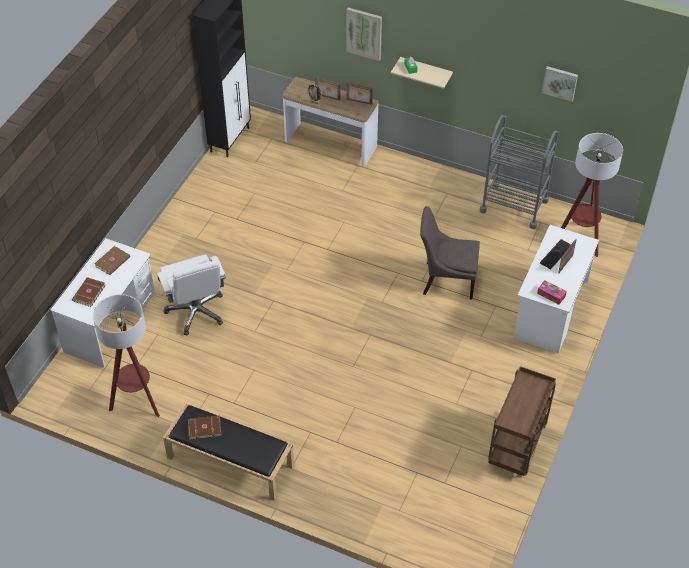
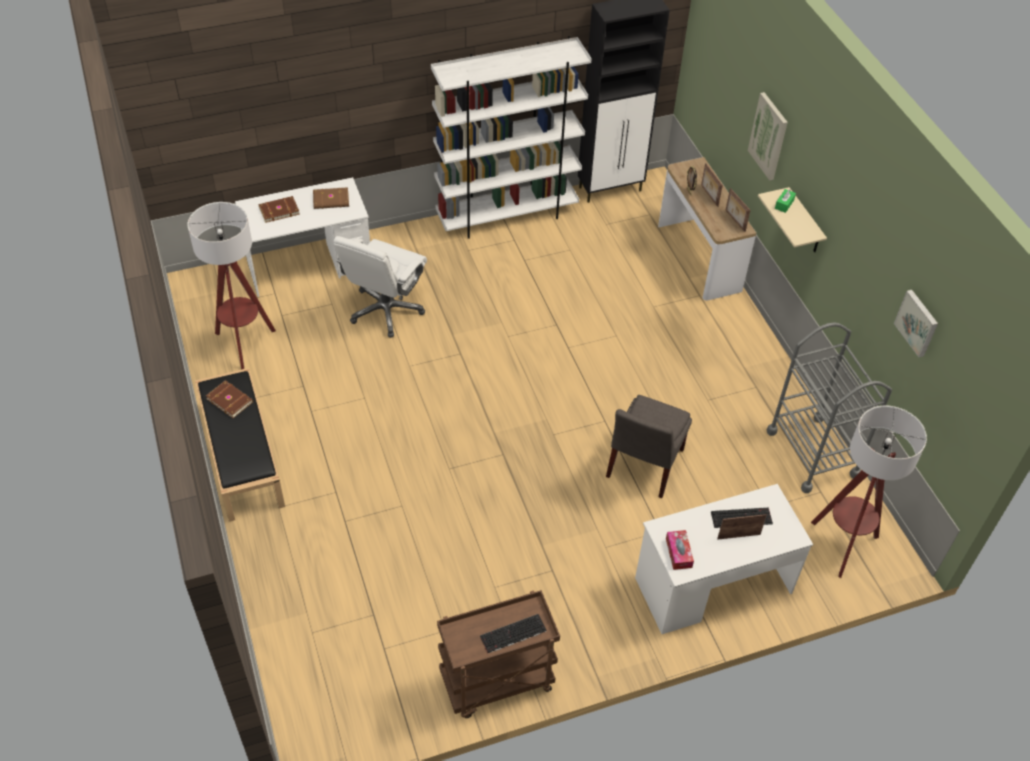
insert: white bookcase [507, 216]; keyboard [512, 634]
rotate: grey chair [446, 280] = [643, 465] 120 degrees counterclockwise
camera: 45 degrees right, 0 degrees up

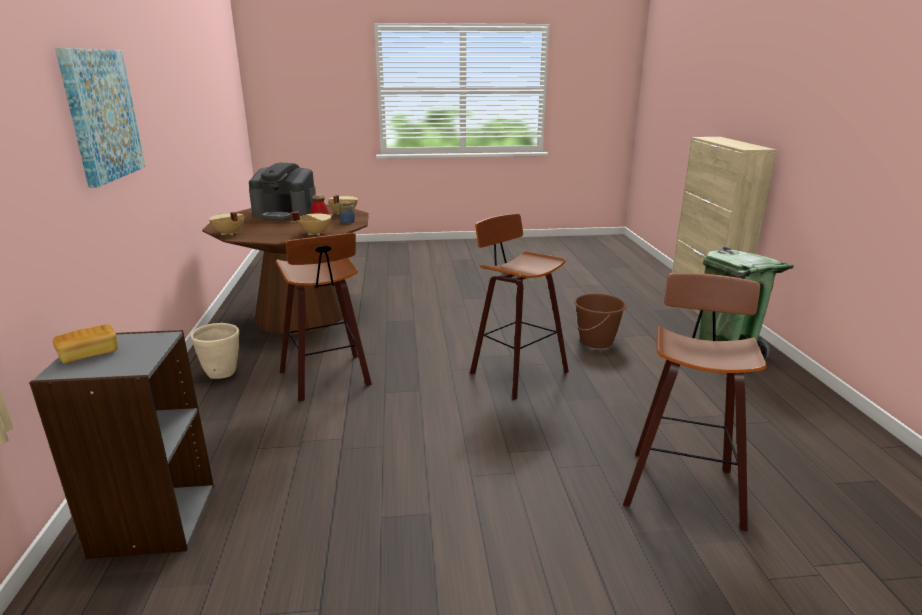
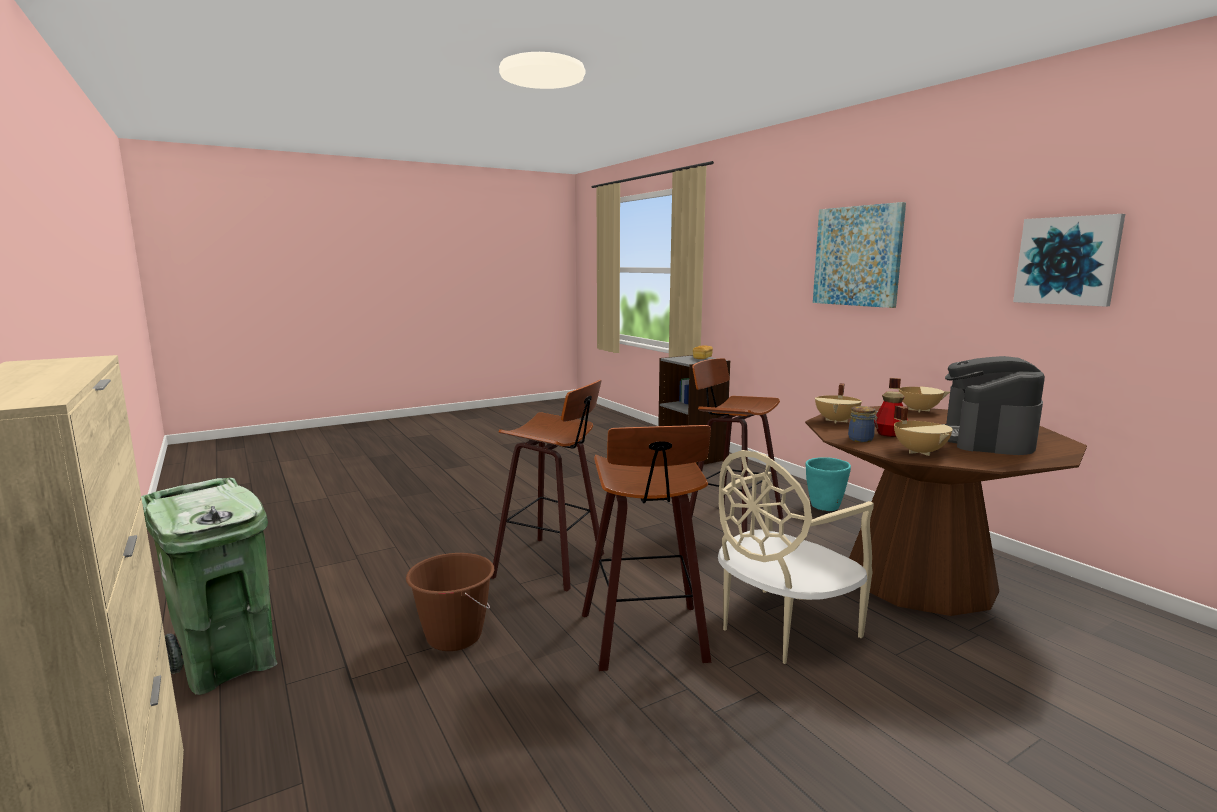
insert: beige chair [781, 628]; picture [1067, 260]
move: stool [681, 485] to [647, 639]
recolor: beige planter [222, 374] to turquoise planter [824, 507]
rotate: coffee machine [286, 214] = [985, 440] 60 degrees counterclockwise
camera: 155 degrees right, 10 degrees down

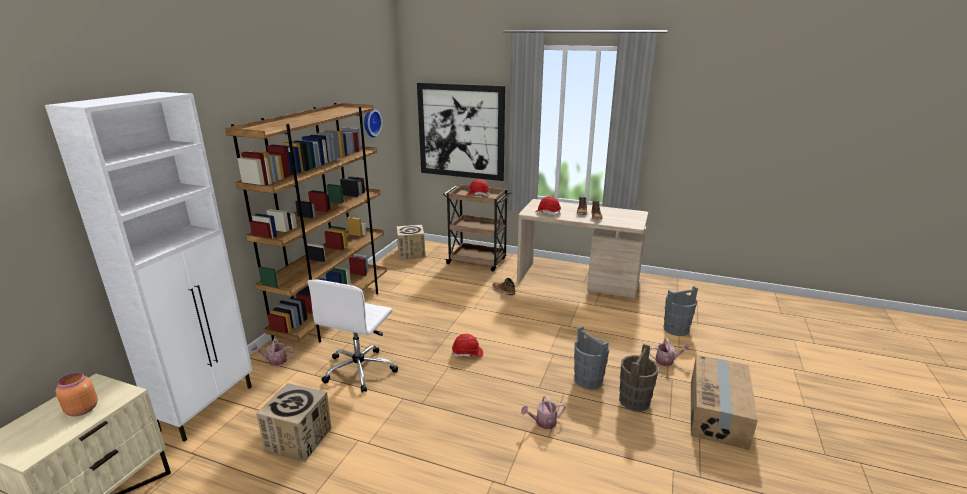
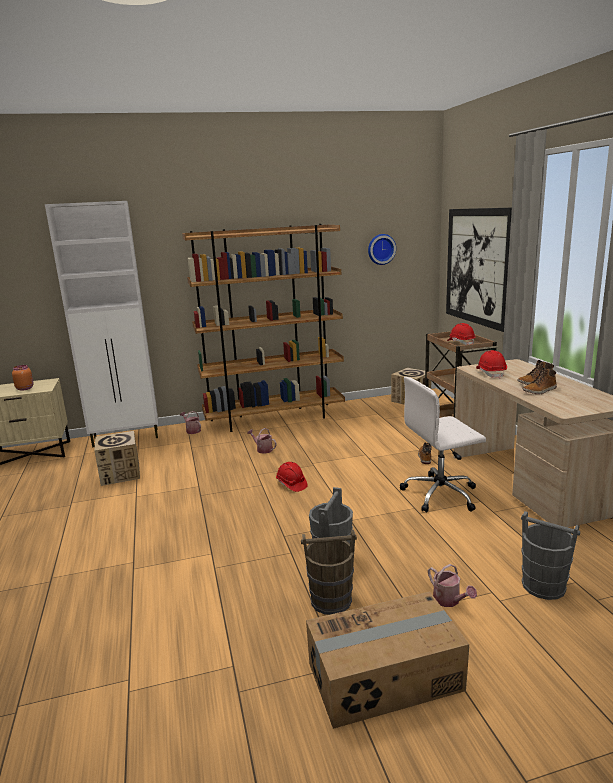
move: white office chair [360, 369] to [441, 494]; watering can [543, 422] to [262, 449]
camera: 55 degrees right, 5 degrees down

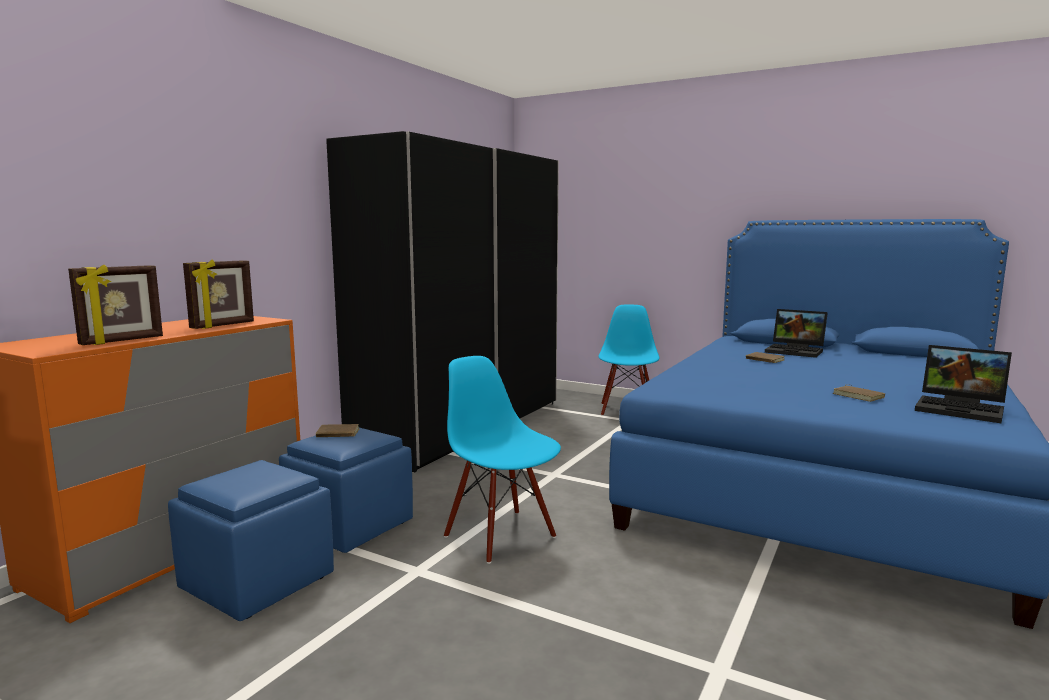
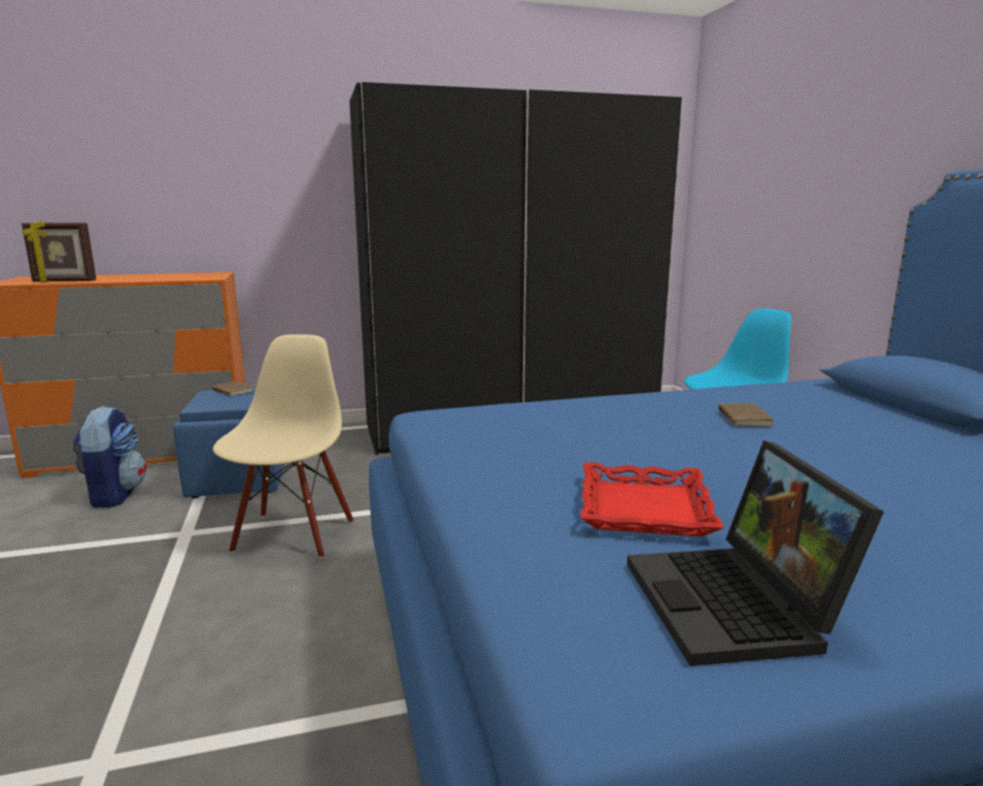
delete: picture frame [223, 325]; laptop [796, 351]
replace: blue ottoman [255, 582] to backpack [114, 495]; brown book [859, 396] to red tray [645, 509]
recolor: blue chair [501, 536] to beige chair [292, 535]
camera: 45 degrees right, 5 degrees up

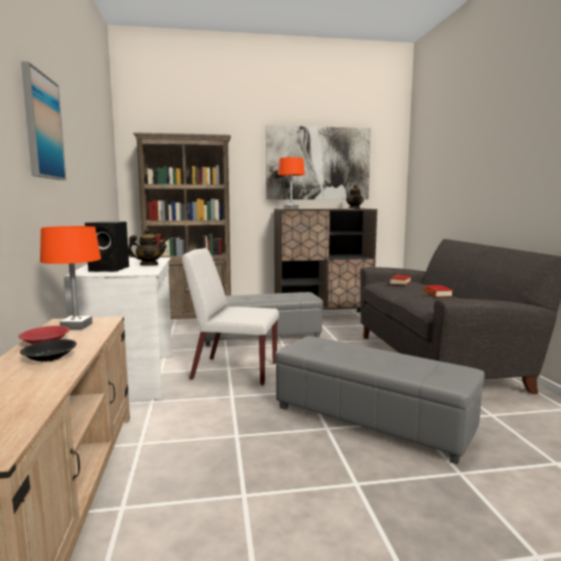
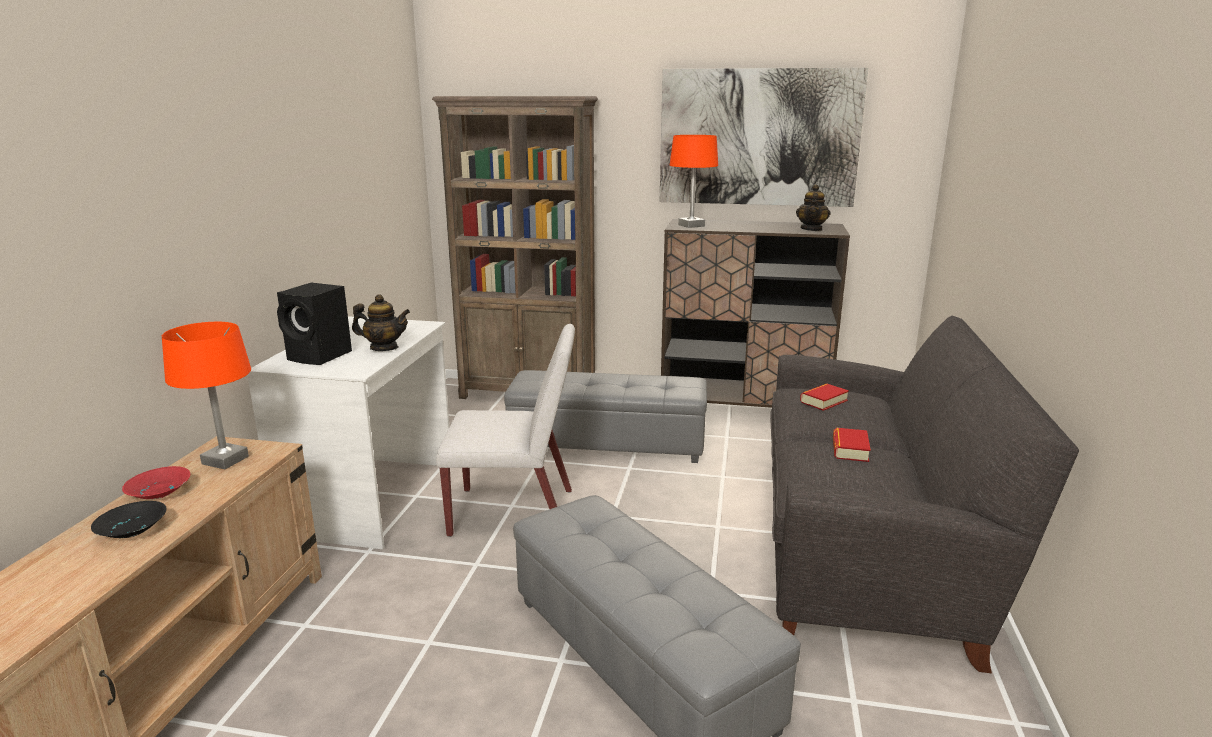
delete: picture [42, 127]
rotate: white chair [233, 371] = [514, 512] 150 degrees clockwise
camera: 20 degrees right, 10 degrees up

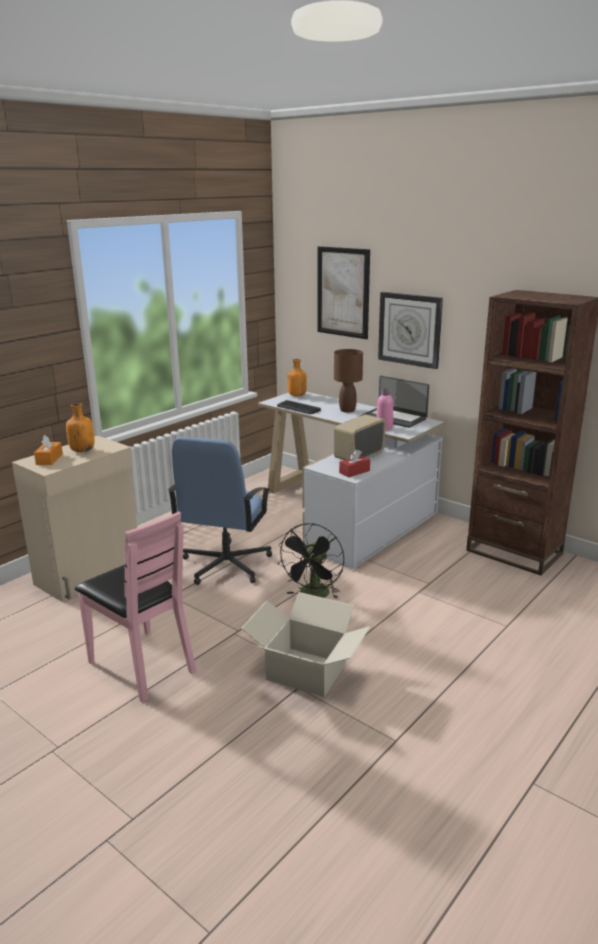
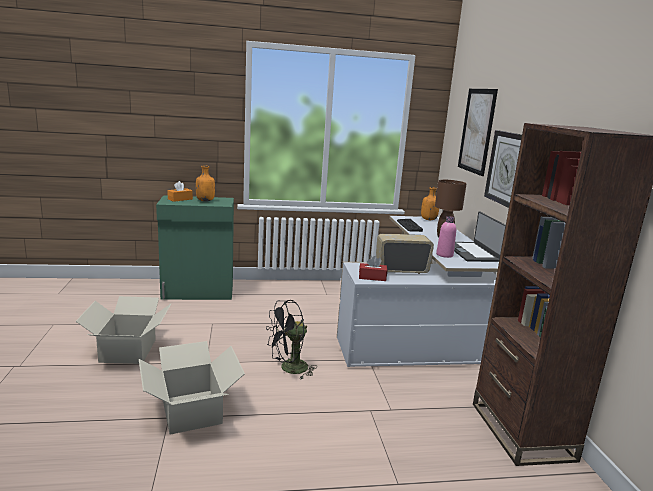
delete: blue office chair [225, 565]
replace: pink chair [142, 665] to cardboard box [127, 350]
recolor: beige cabinet [90, 574] to green cabinet [198, 292]
camera: 40 degrees right, 5 degrees down

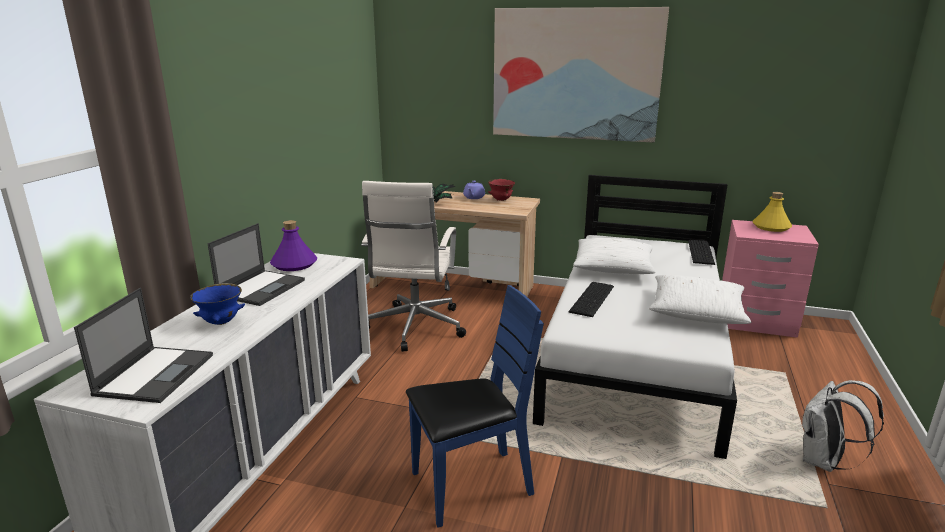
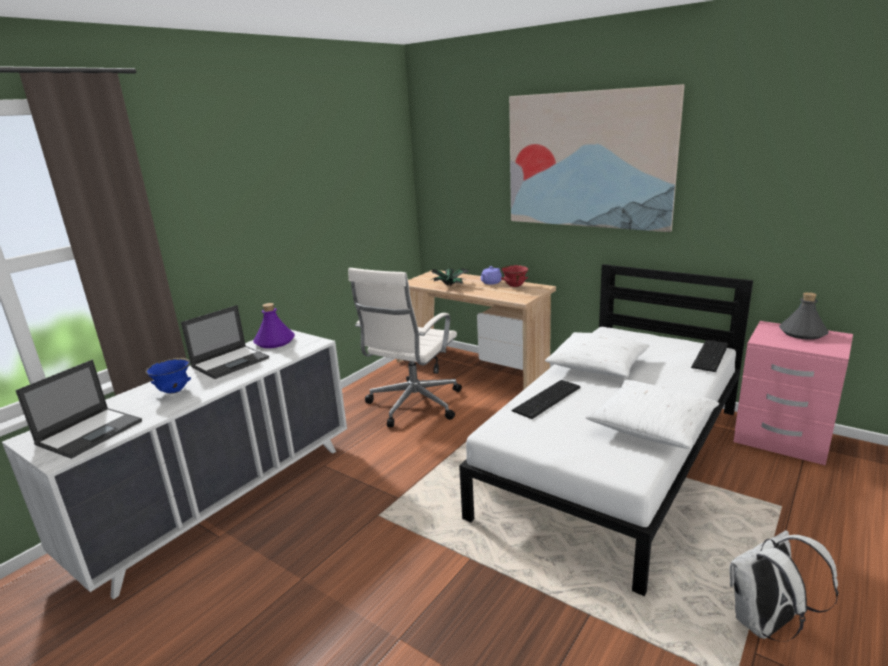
delete: blue chair [471, 485]
recolor: yellow bottle [771, 227] to grey bottle [802, 333]
camera: 20 degrees right, 0 degrees up

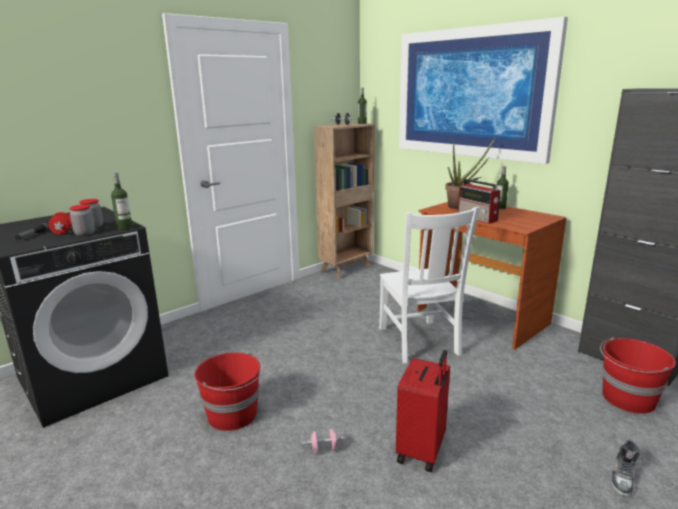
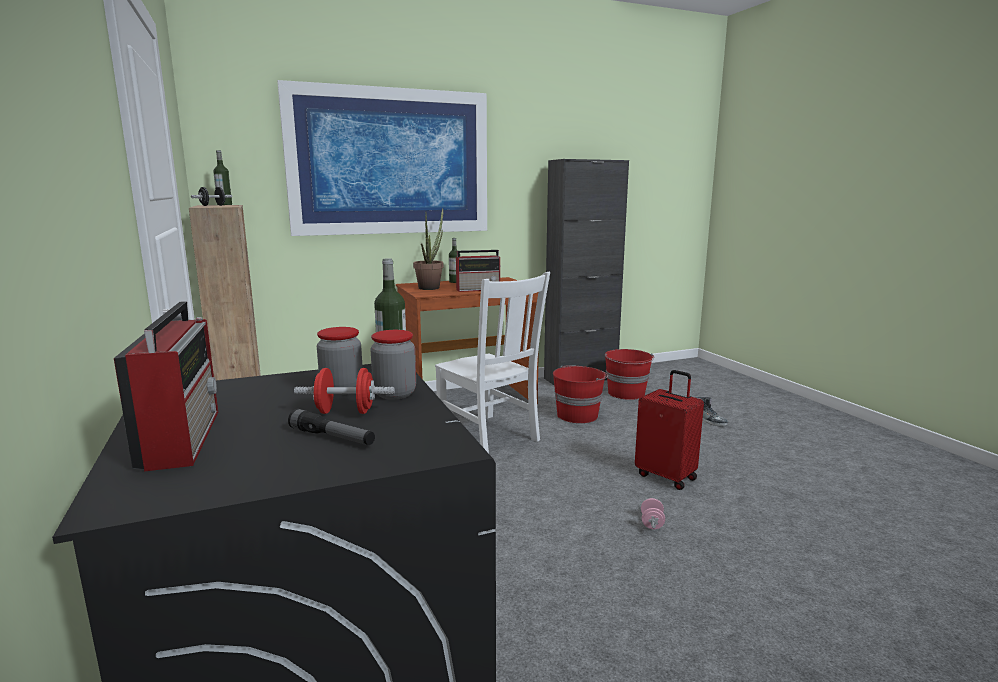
insert: radio [183, 437]
move: red bucket [233, 415] to [578, 415]
rotate: white chair [419, 342] = [489, 437] 45 degrees clockwise
camera: 70 degrees left, 5 degrees down

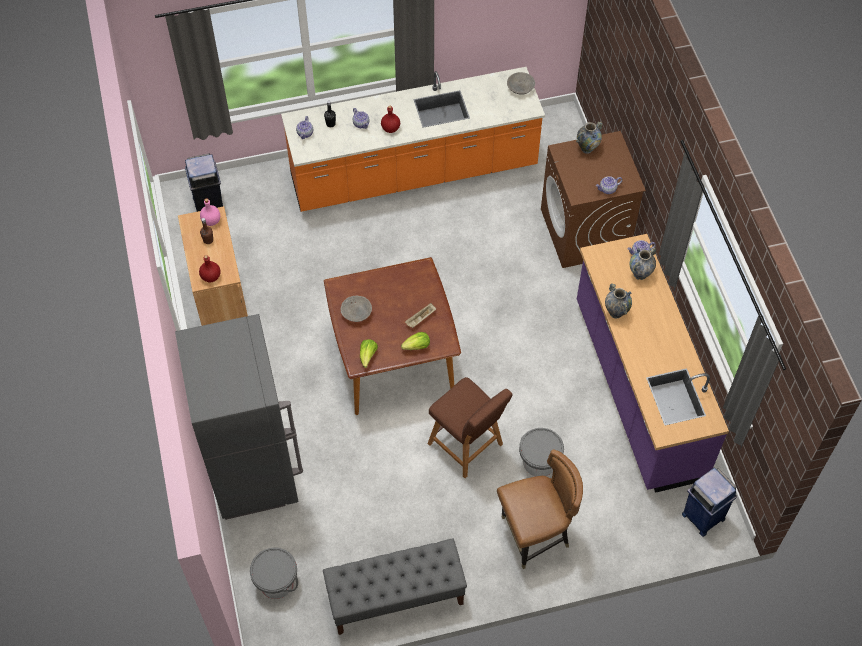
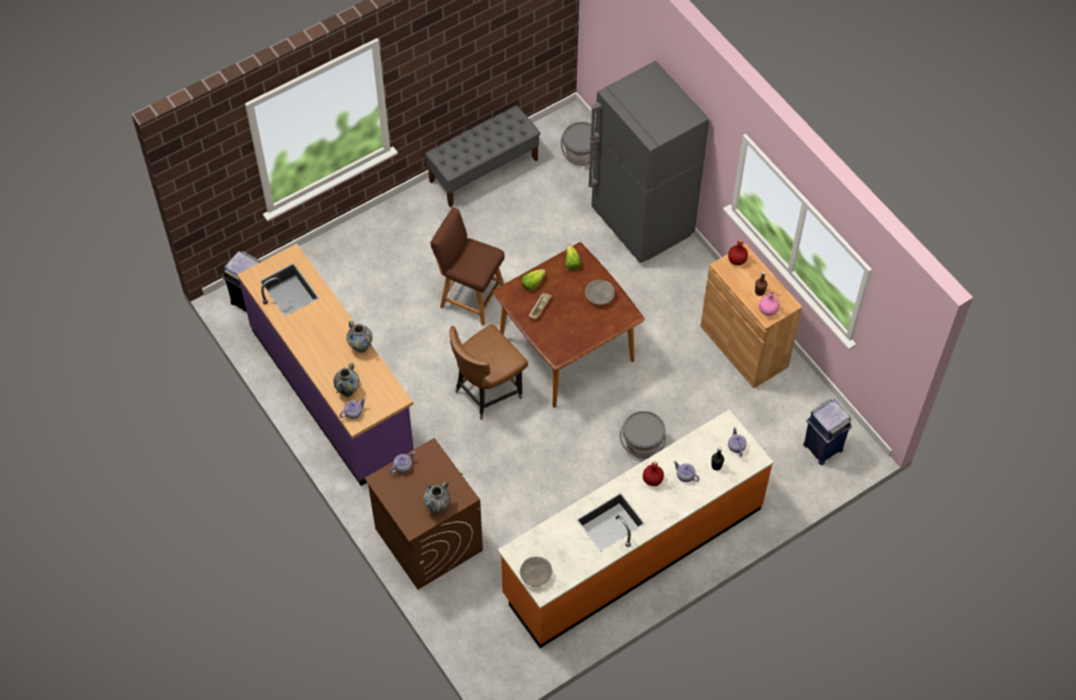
move: brown chair [535, 535] to [487, 392]; grey bucket [539, 462] to [642, 444]
camera: 160 degrees right, 0 degrees up

